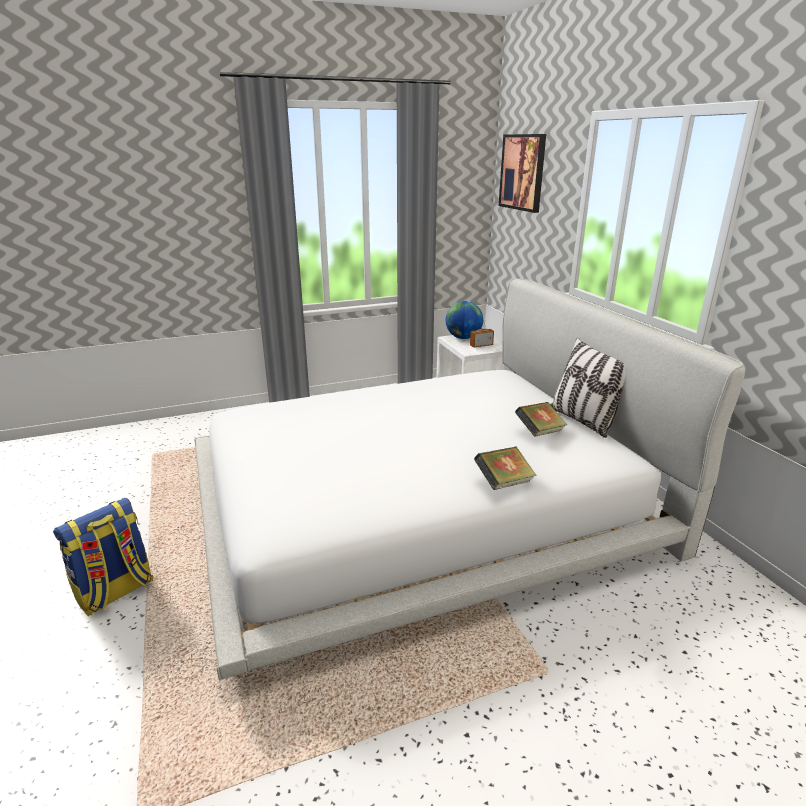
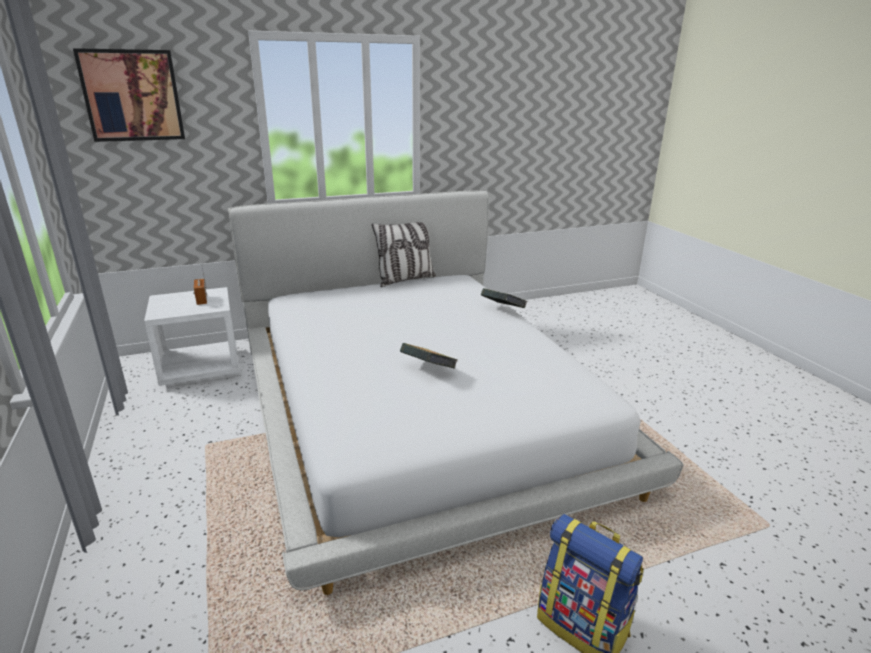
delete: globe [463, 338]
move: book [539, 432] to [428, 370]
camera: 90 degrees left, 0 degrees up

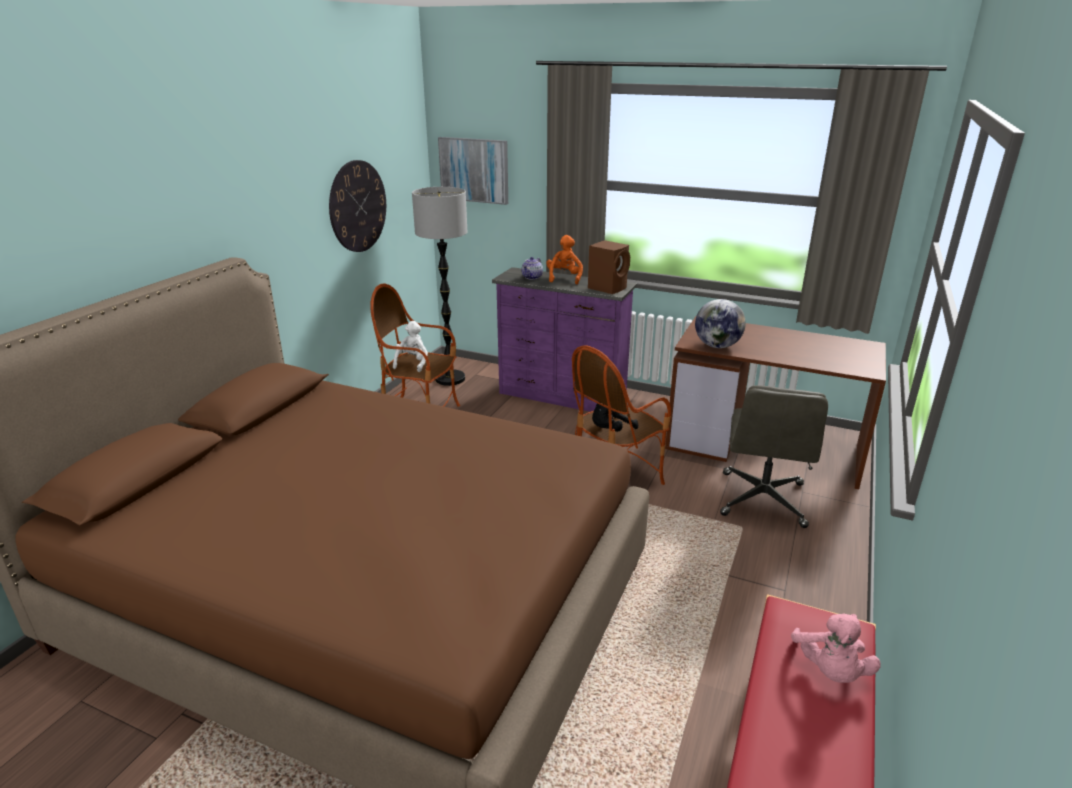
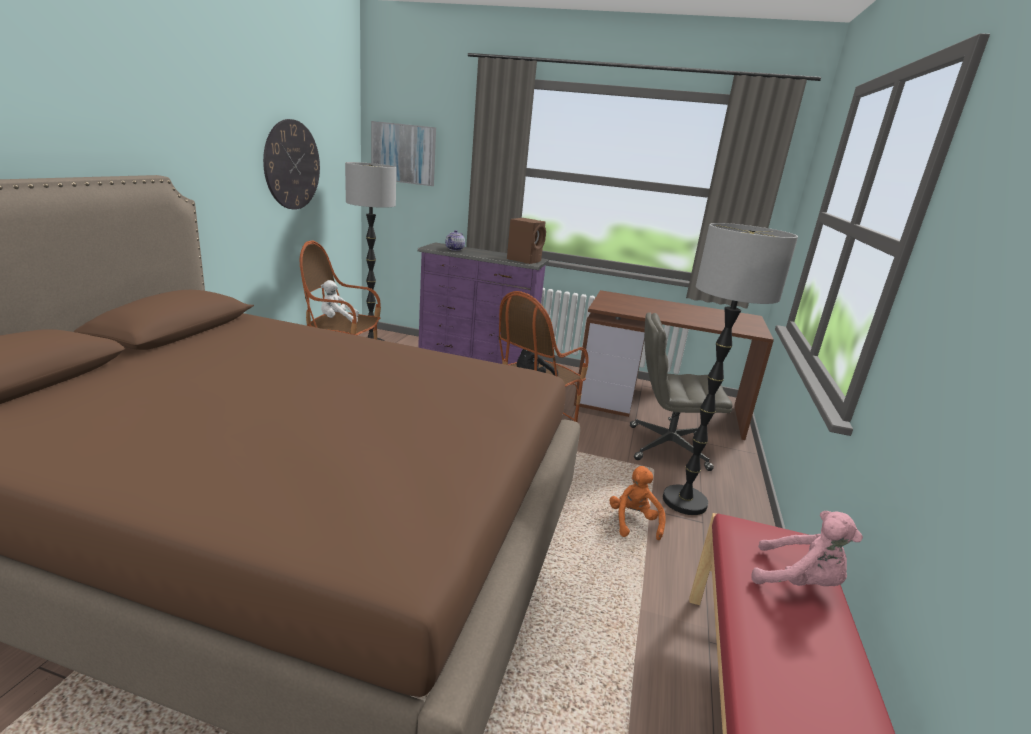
delete: globe [717, 346]
insert: floor lamp [685, 501]
move: orange plush toy [564, 278] to [633, 522]
rotate: white plush toy [412, 363] = [337, 320] 105 degrees counterclockwise; grey office chair [763, 500] = [666, 447] 90 degrees clockwise; pink plush toy [830, 671] = [798, 582] 60 degrees counterclockwise
camera: 10 degrees left, 5 degrees down

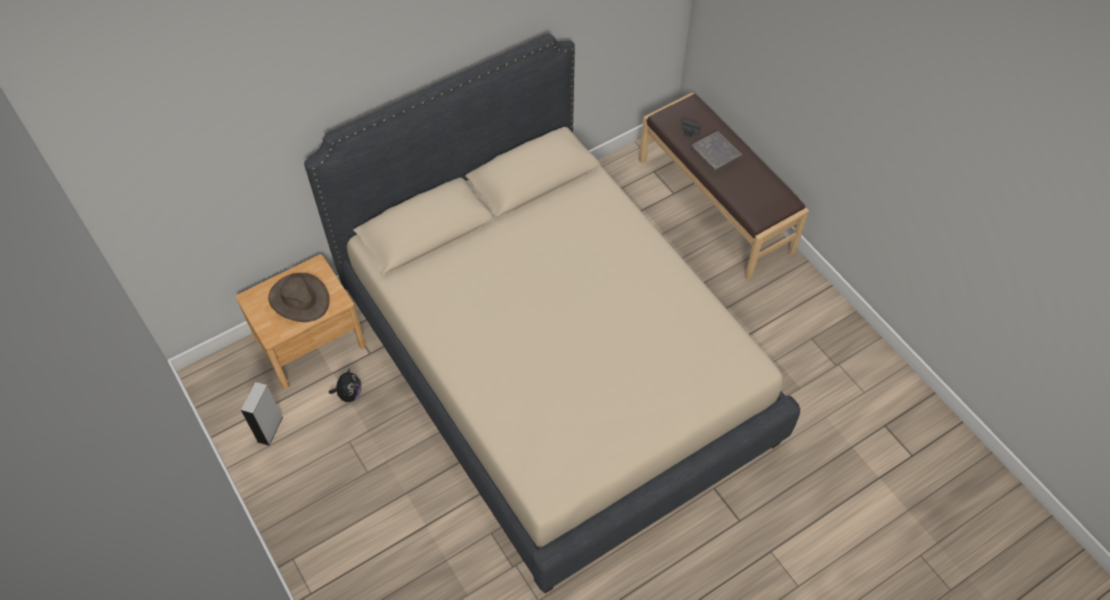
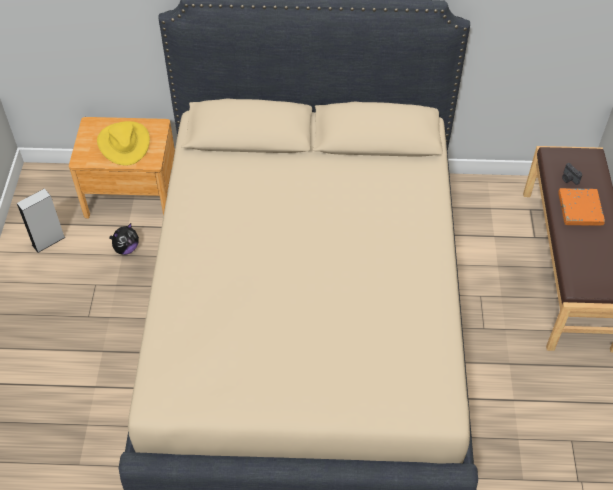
recolor: brown hat [299, 299] to yellow hat [124, 143]; grey book [715, 154] to orange book [580, 209]
camera: 35 degrees right, 5 degrees down

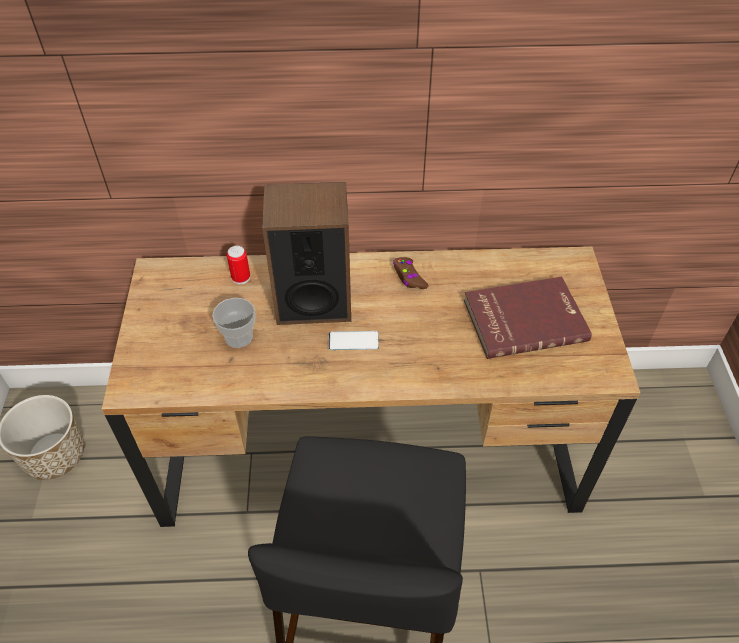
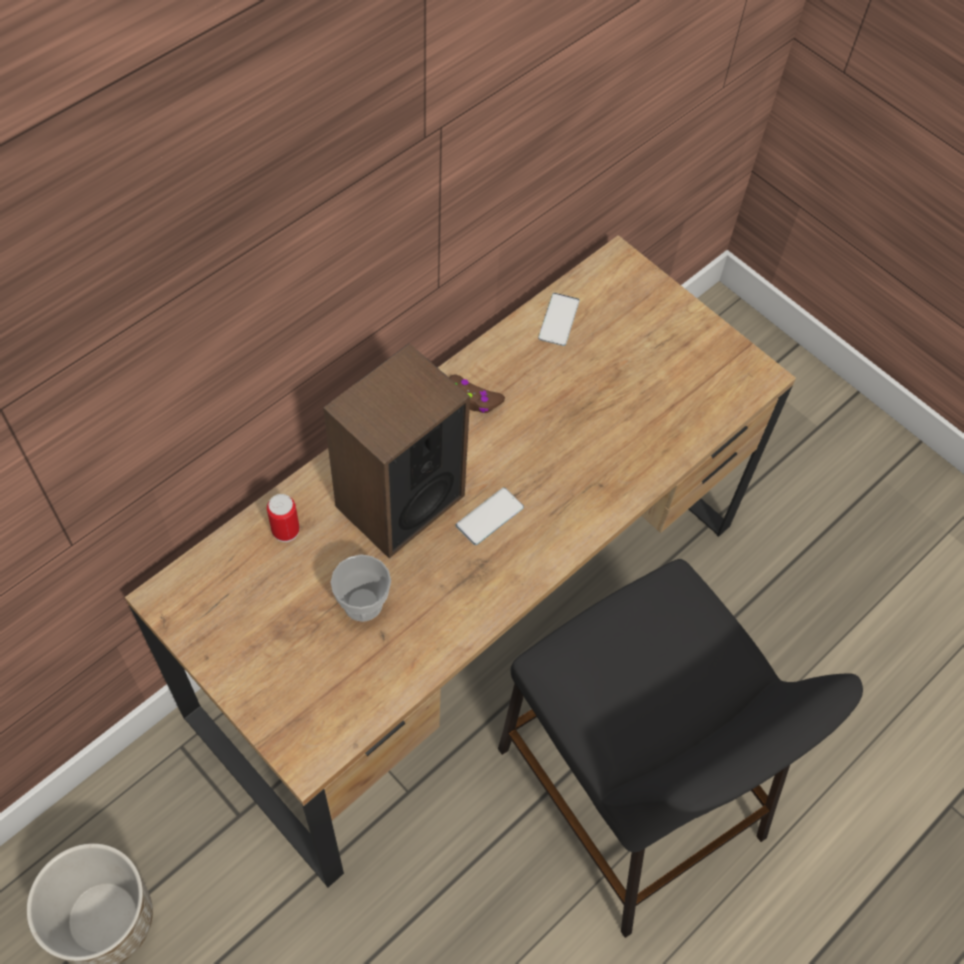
delete: red book [524, 319]
insert: phone [558, 320]
camera: 45 degrees left, 10 degrees up

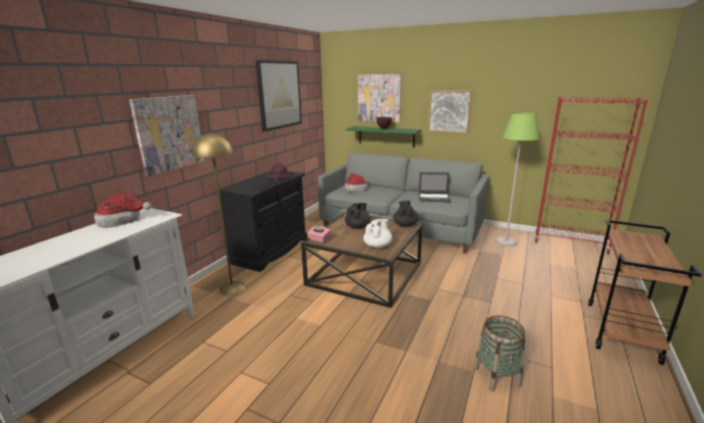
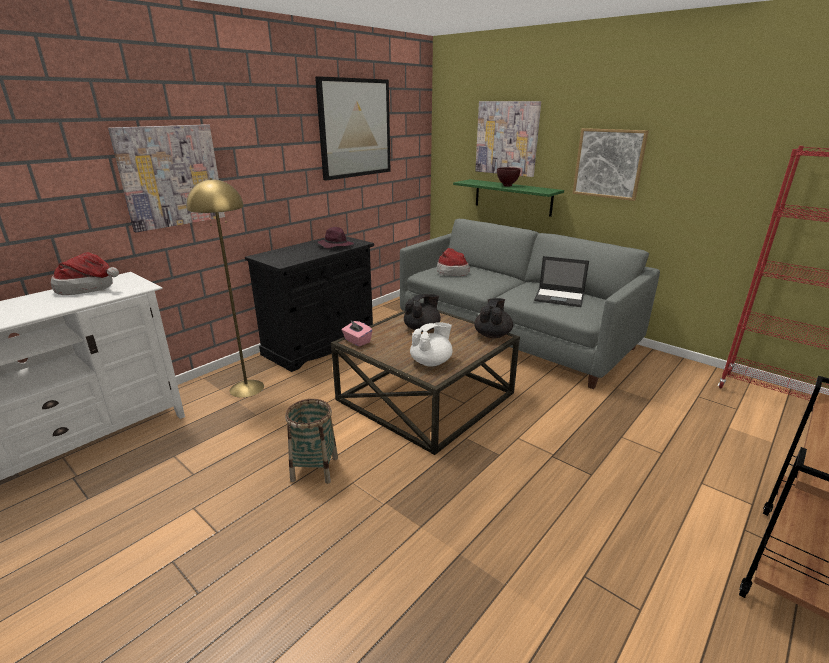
delete: green floor lamp [506, 242]
move: basket [496, 375] to [314, 469]
camera: 15 degrees right, 5 degrees up

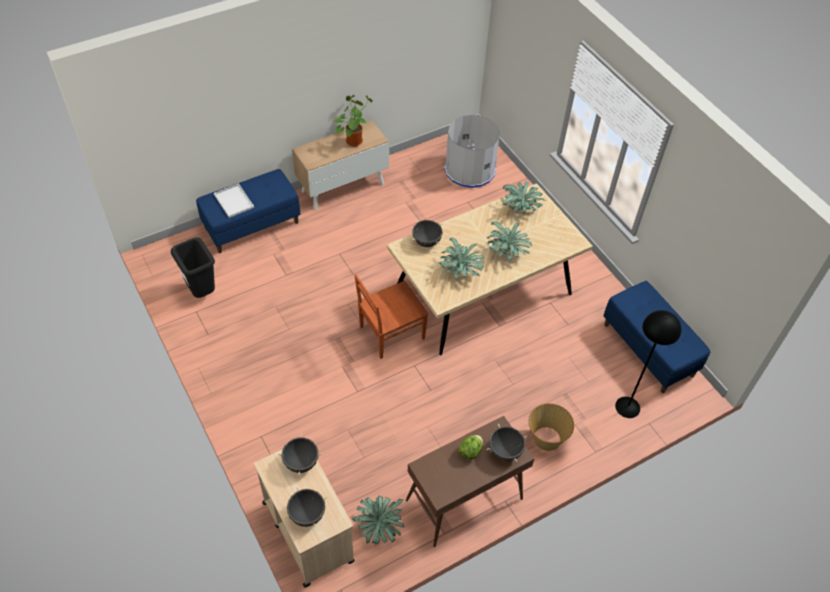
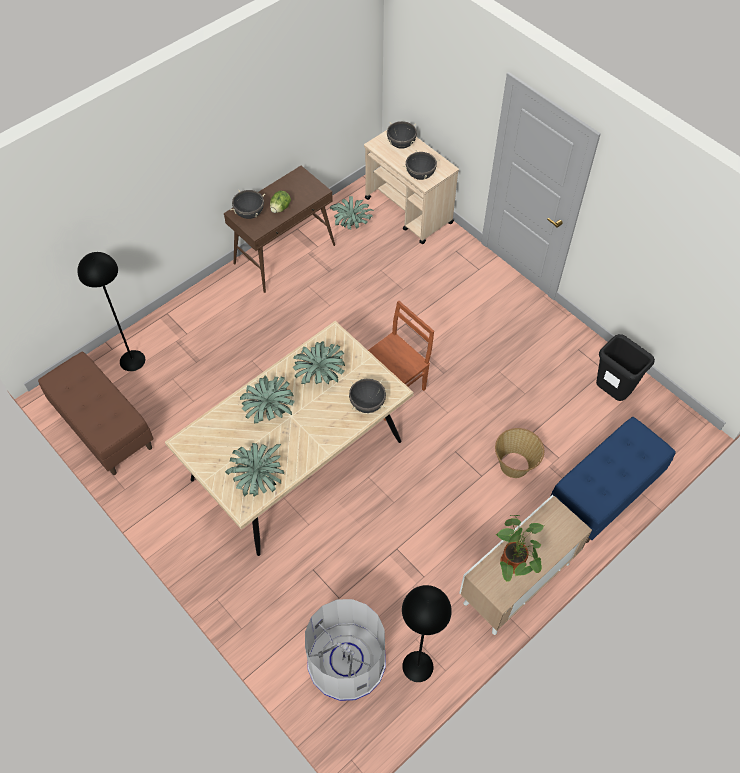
delete: white tray [233, 201]
insert: black floor lamp [417, 666]
move: basket [546, 438] to [515, 465]
recolor: blue bench [648, 350] to brown bench [103, 427]
camera: 170 degrees right, 5 degrees up

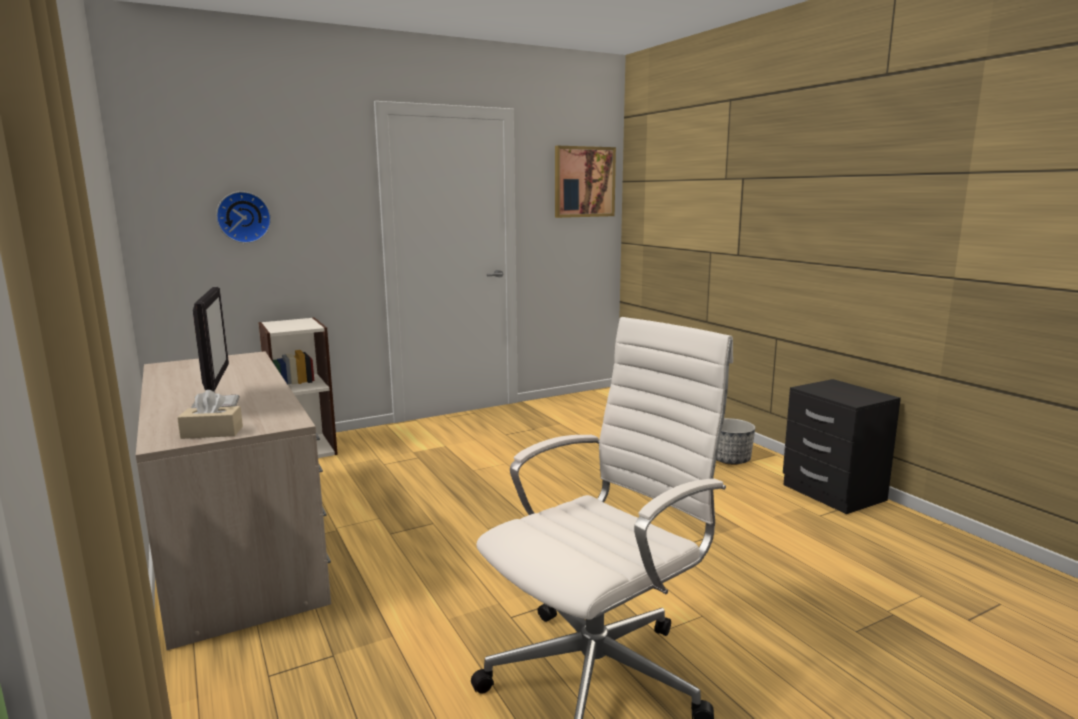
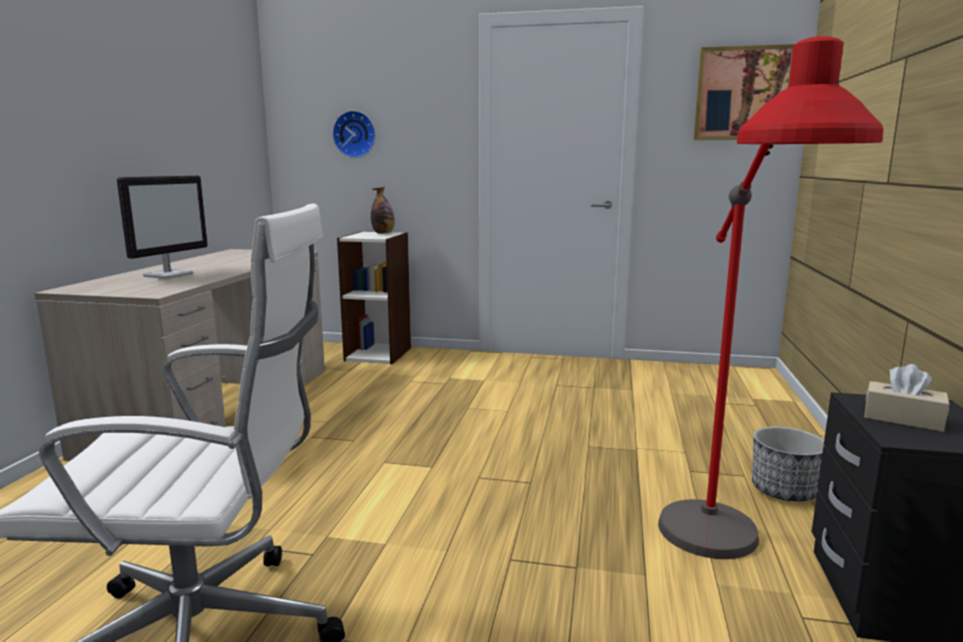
insert: bottle [383, 233]; red floor lamp [719, 572]
move: beige tissue box [212, 432] to [903, 419]
camera: 40 degrees right, 0 degrees up

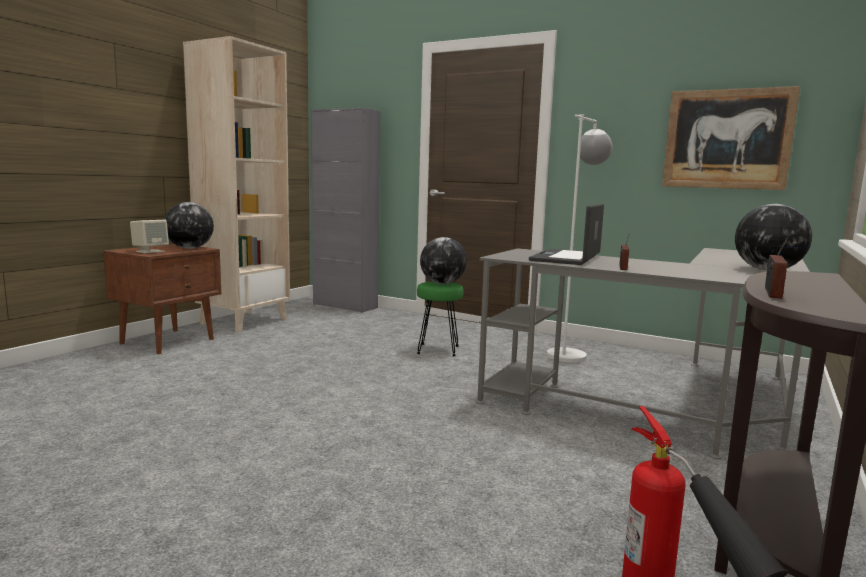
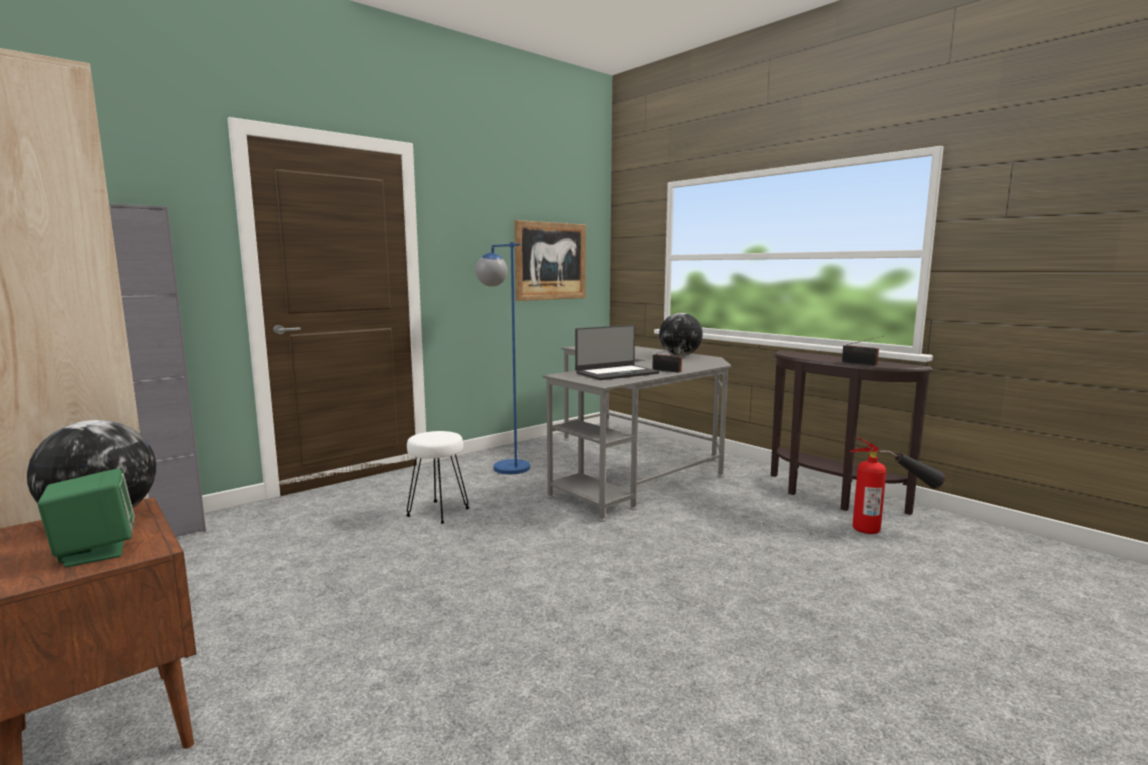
delete: globe [442, 283]
recolor: beige speaker [150, 251] to green speaker [94, 552]; green stool [438, 350] to white stool [437, 512]; white floor lamp [571, 353] to blue floor lamp [504, 465]
rotate: laptop [567, 258] = [616, 373] 75 degrees counterclockwise
camera: 70 degrees left, 0 degrees up

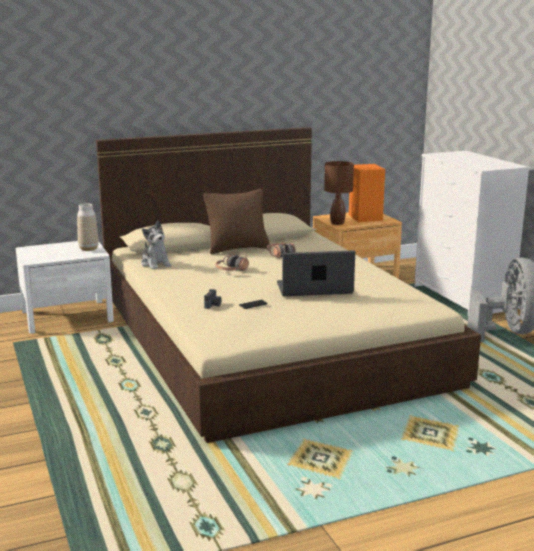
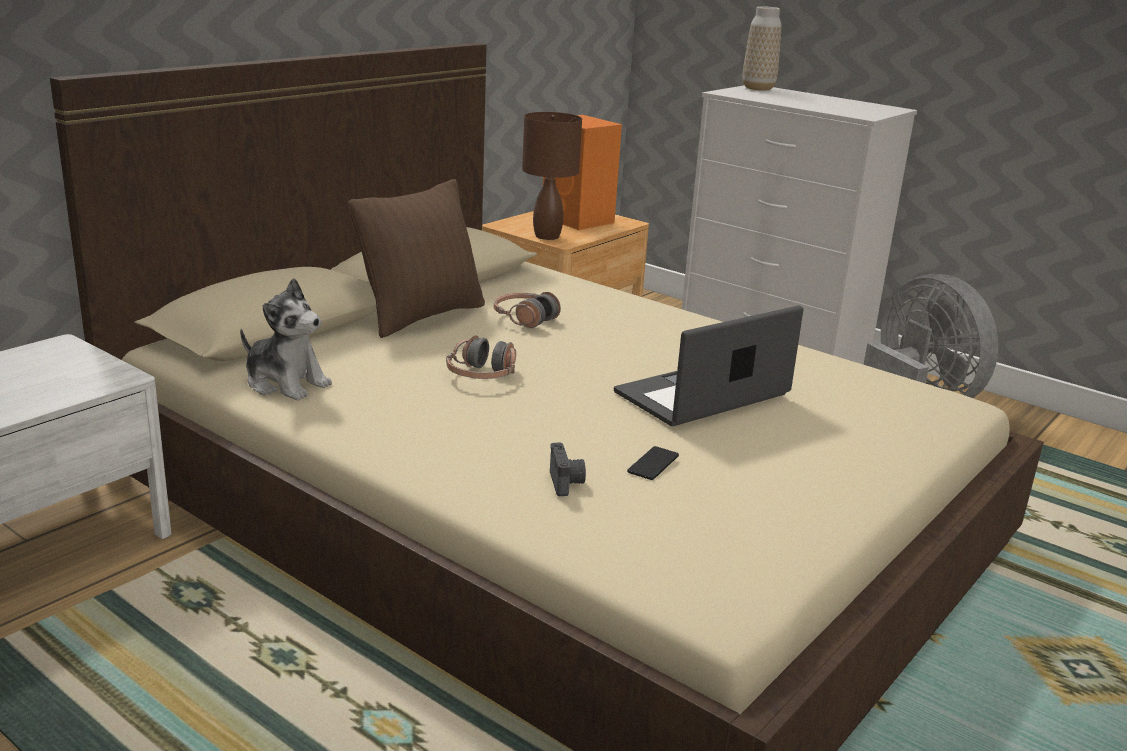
move: vase [88, 249] to [758, 88]
camera: 30 degrees left, 5 degrees up

